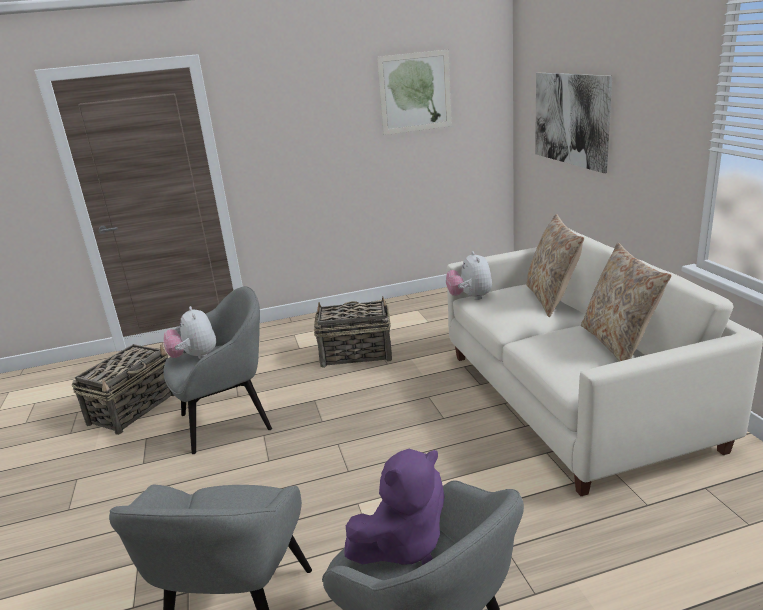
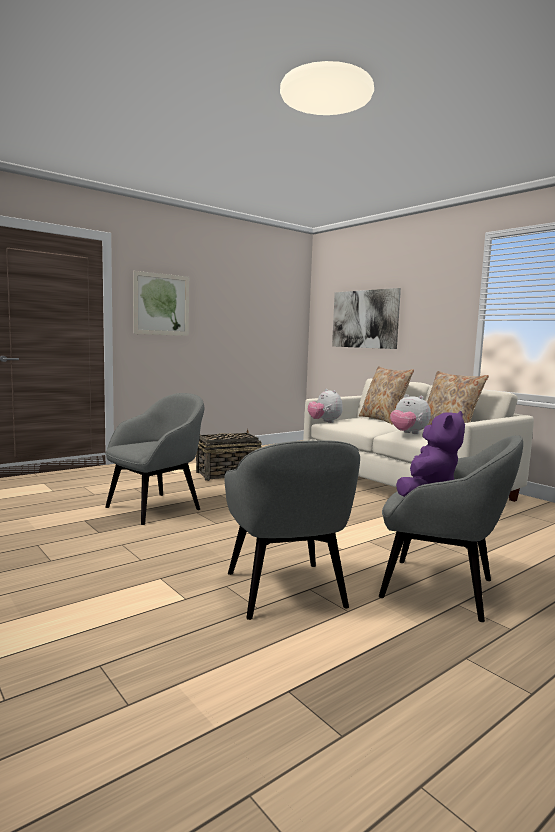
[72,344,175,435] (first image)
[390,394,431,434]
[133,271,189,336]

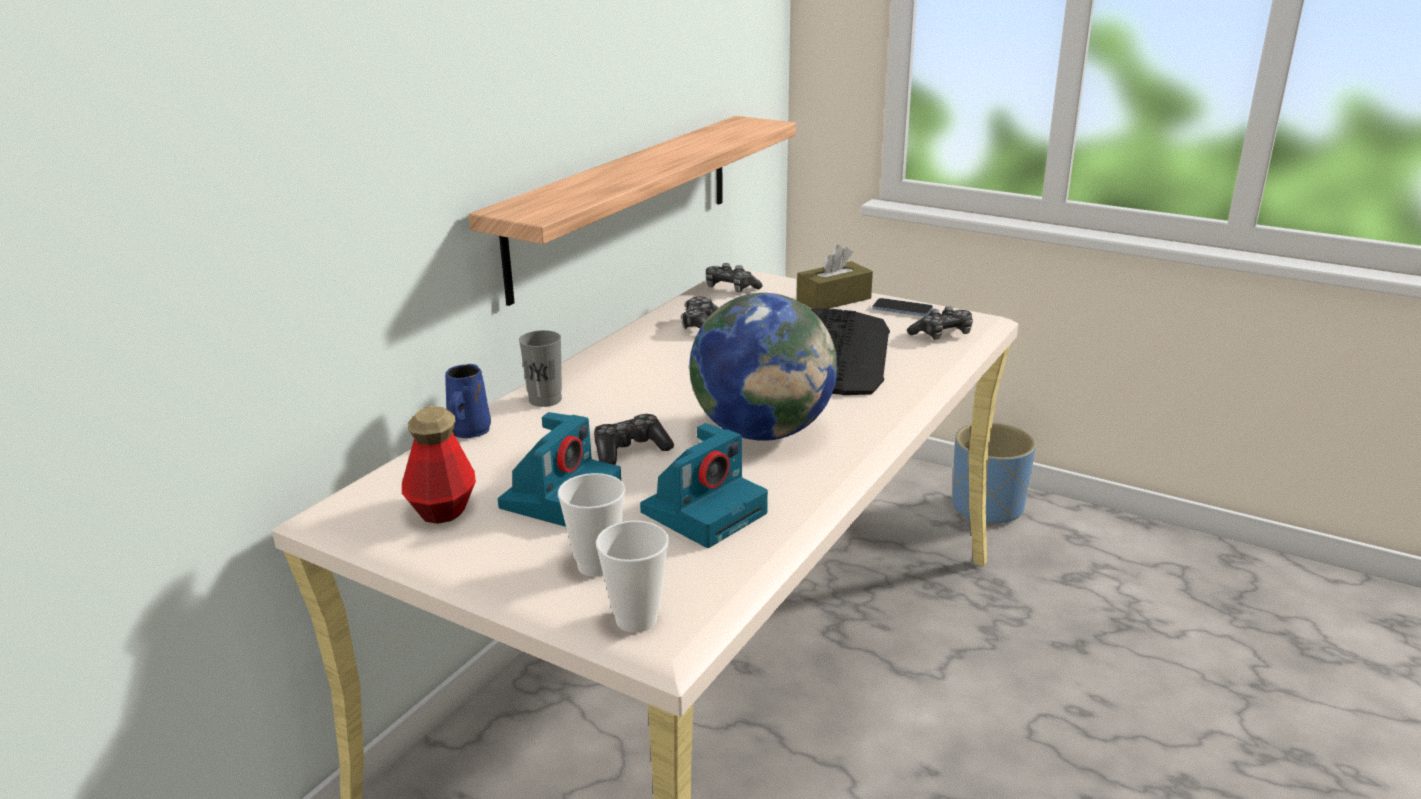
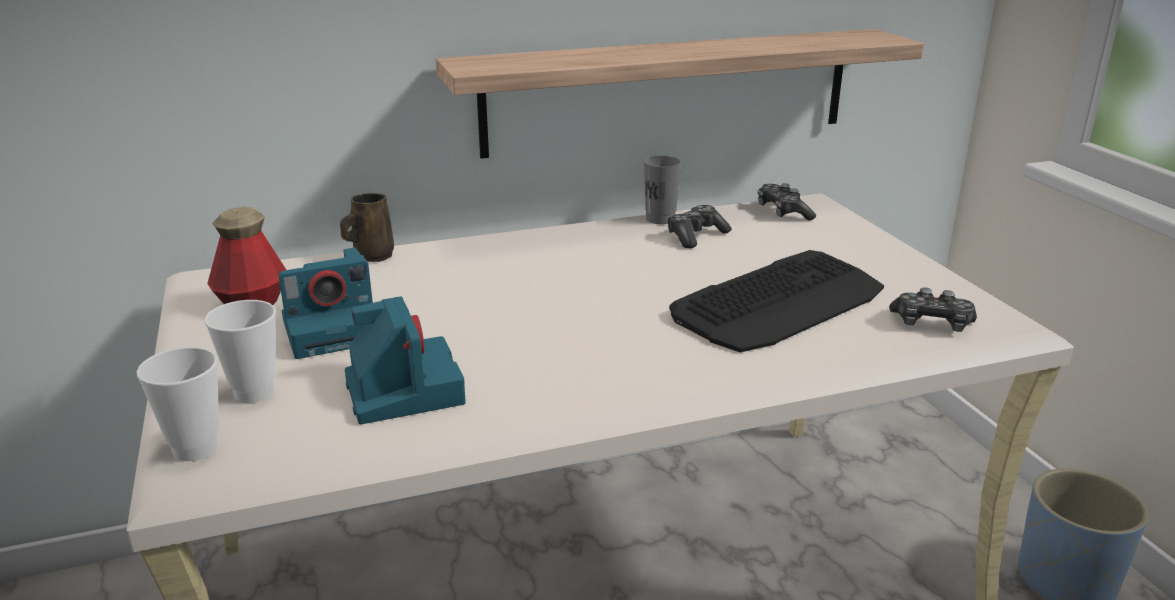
[594,414,674,465] (first image)
[689,293,837,441] (first image)
[797,245,873,309] (first image)
[872,298,933,317] (first image)
[644,156,681,224]
[340,193,394,262]
[345,296,466,424]

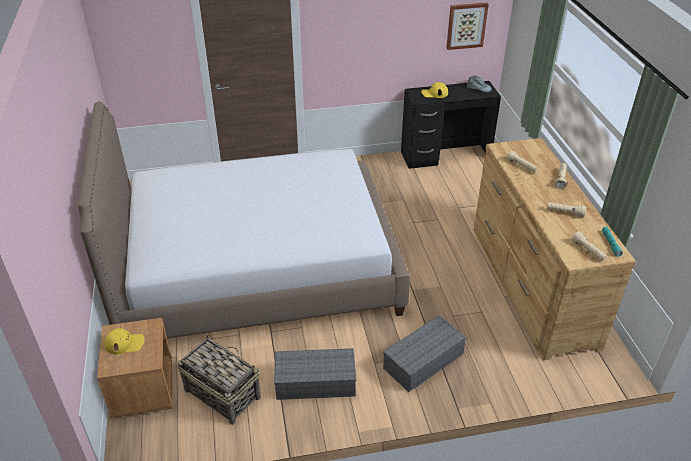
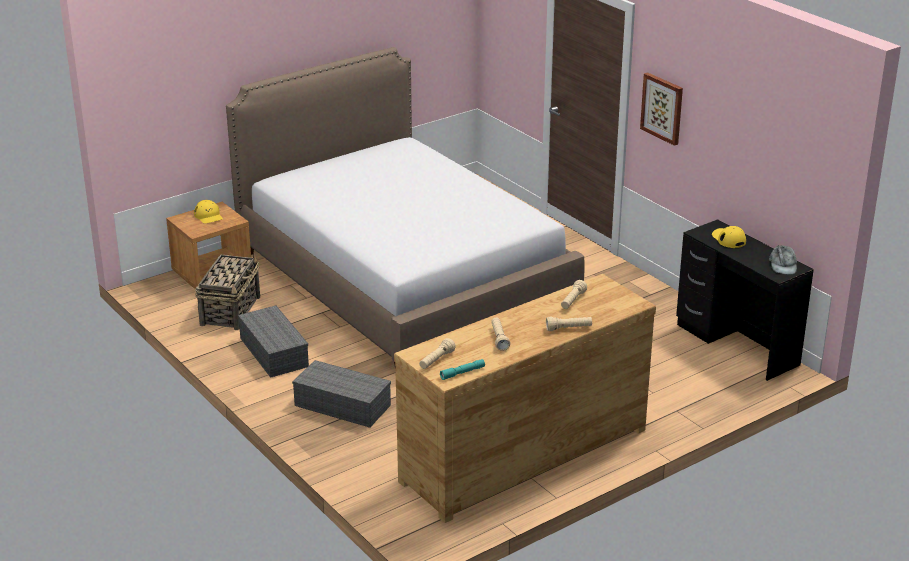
[640,72,683,146]

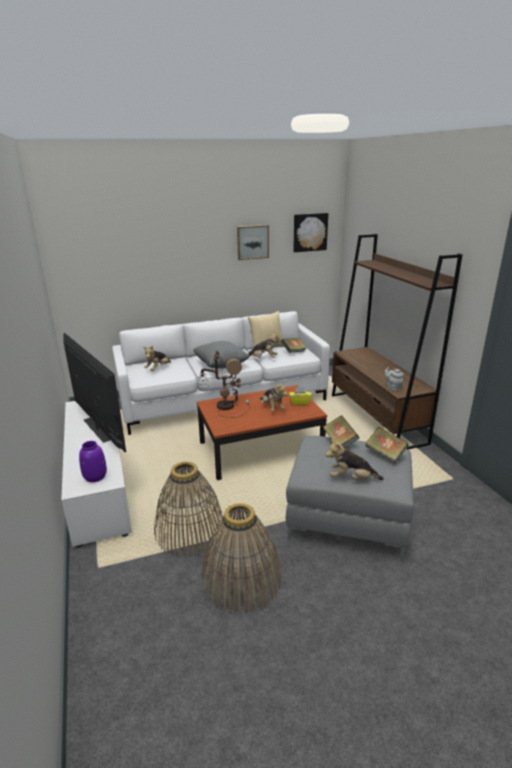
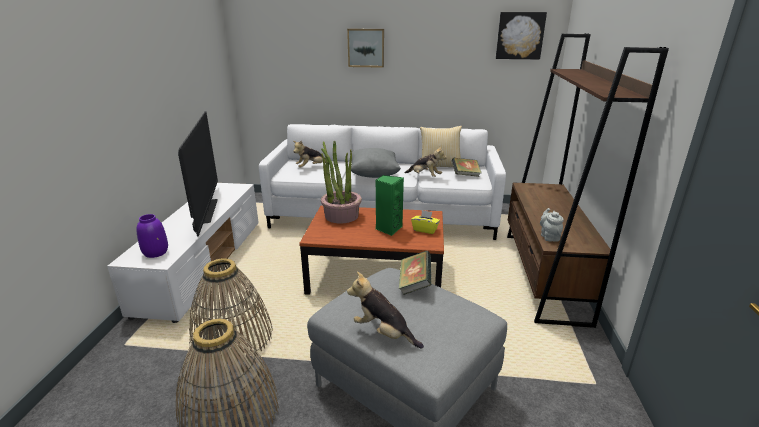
[365,427,408,464] (first image)
[347,29,384,68]
[321,141,362,224]
[376,175,404,236]

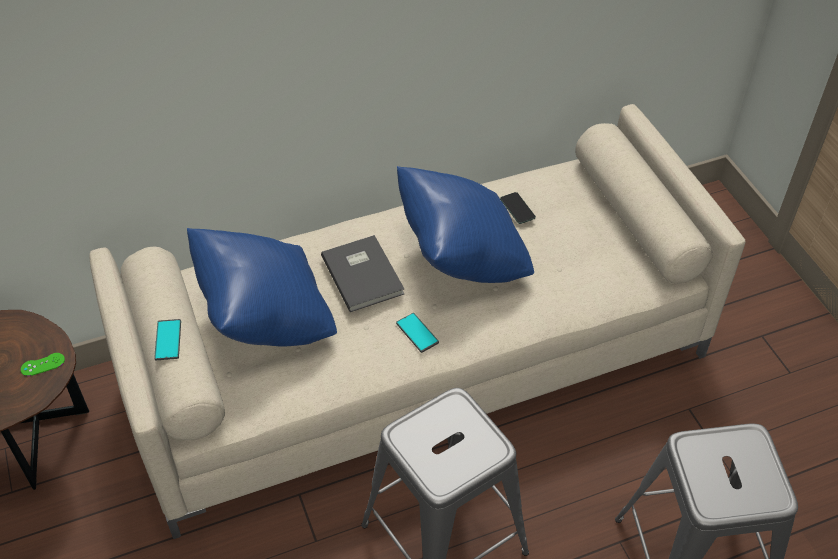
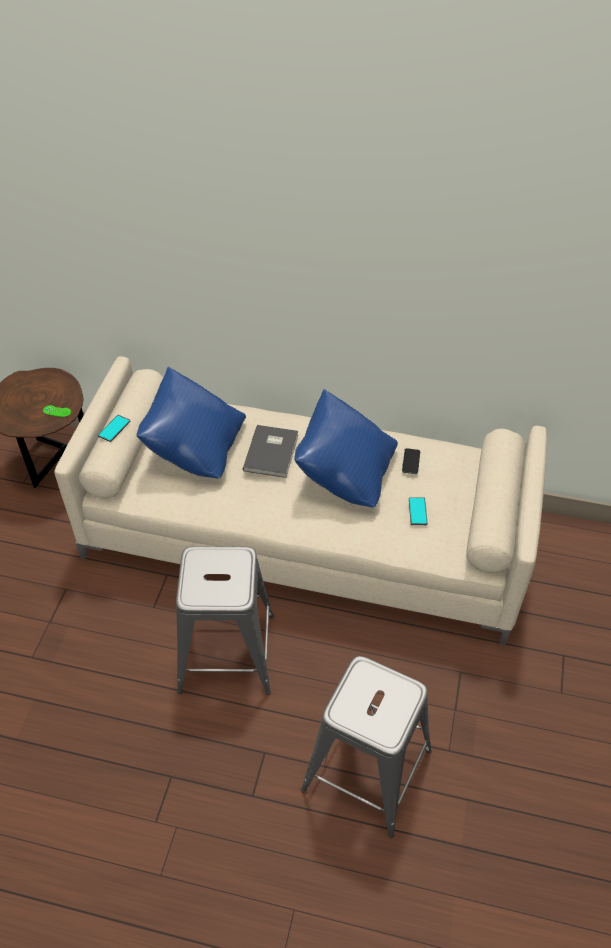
[409,497,428,525]

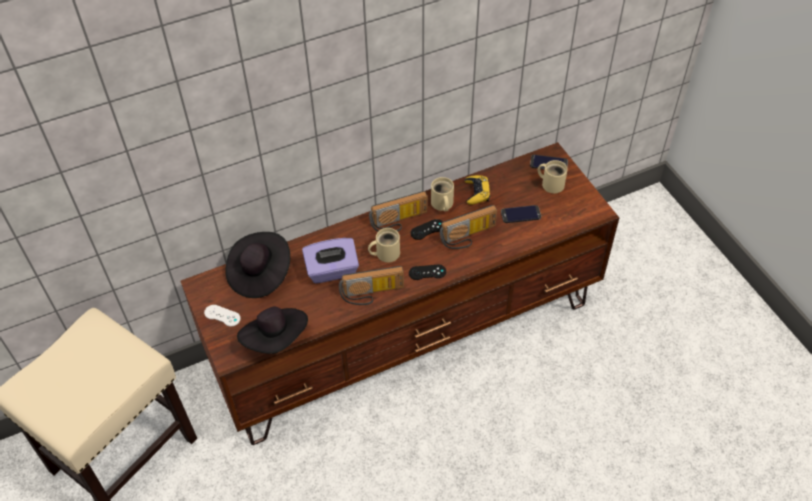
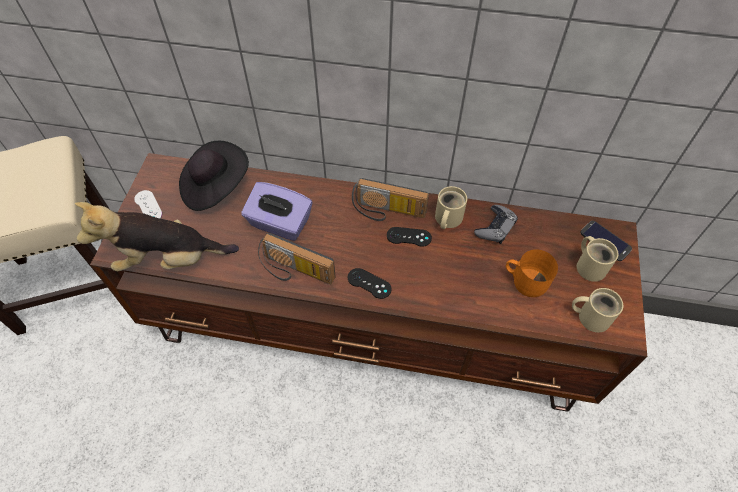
[440,205,497,249] (first image)
[572,288,623,332]
[75,202,239,271]
[506,250,558,297]
[474,205,518,244]

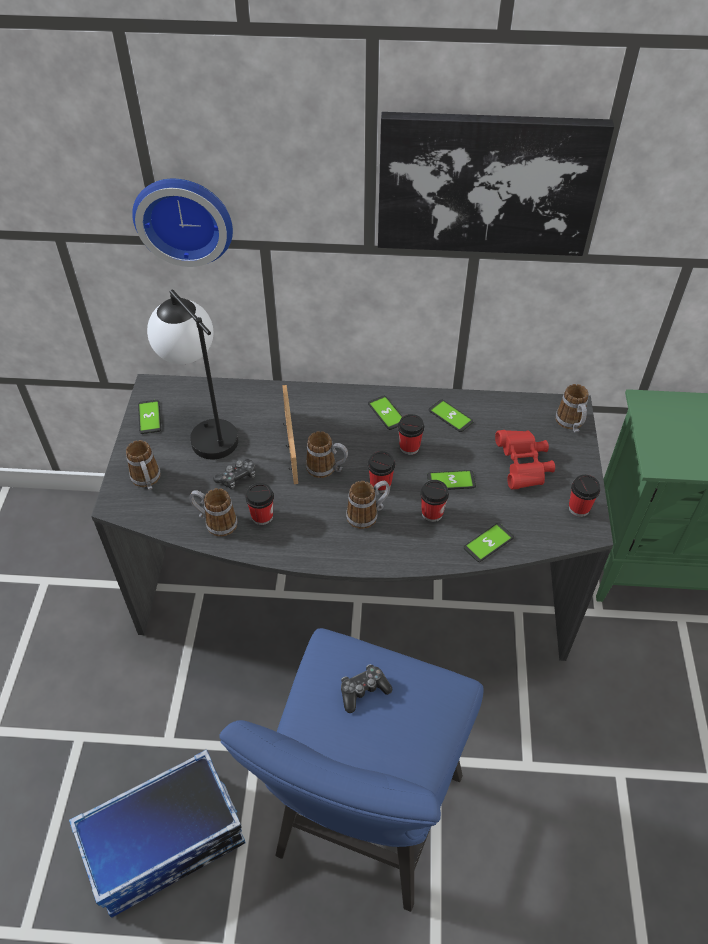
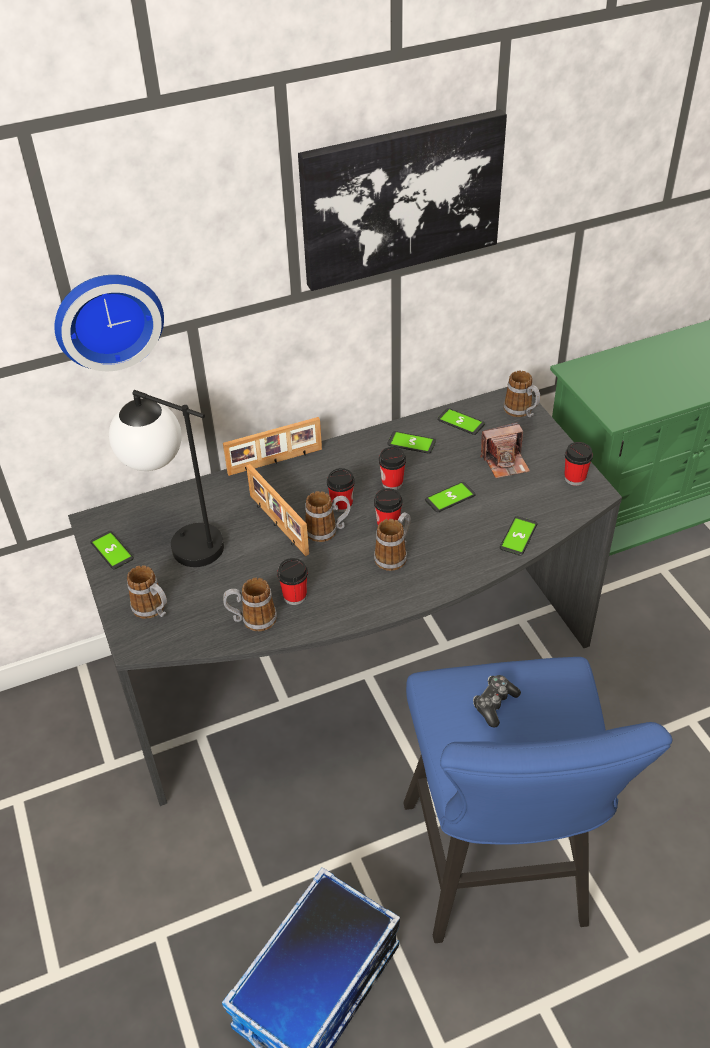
[213,459,255,489] (first image)
[223,417,322,476]
[437,408,485,435]
[327,468,355,512]
[481,422,530,478]

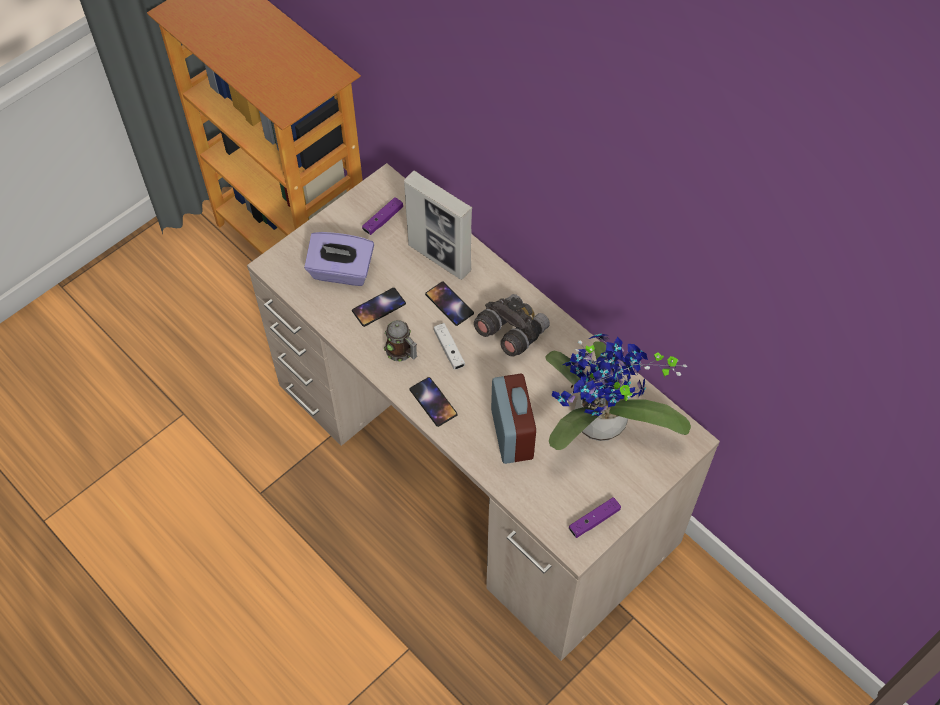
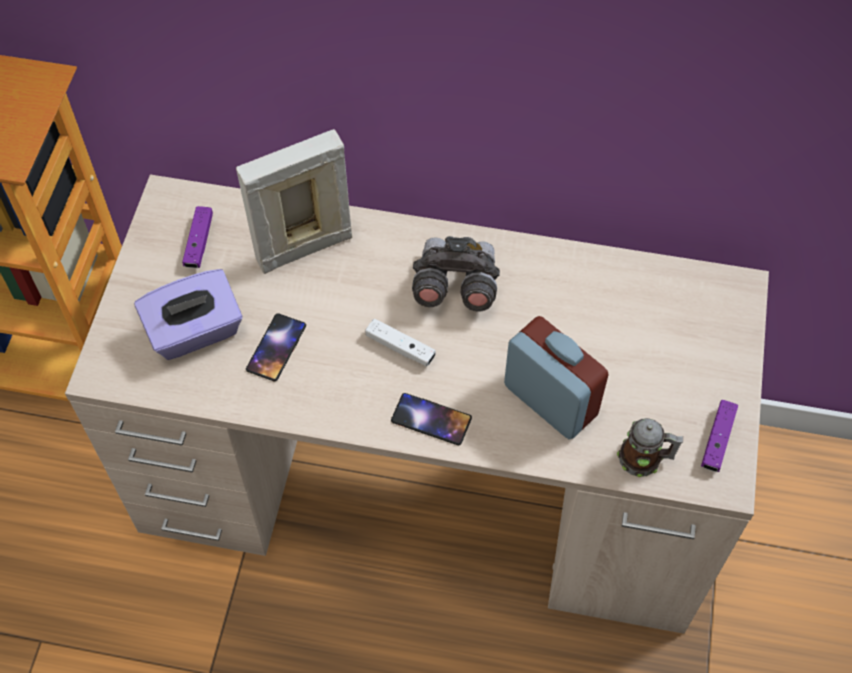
[425,282,474,326] (first image)
[545,334,691,450] (first image)
[617,418,683,477]
[236,129,352,274]

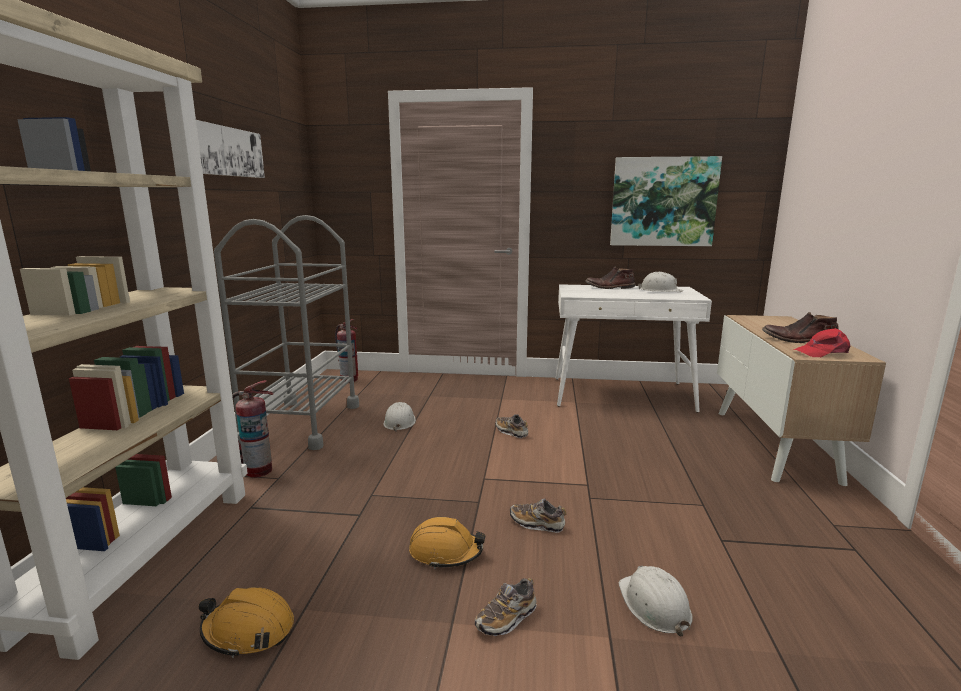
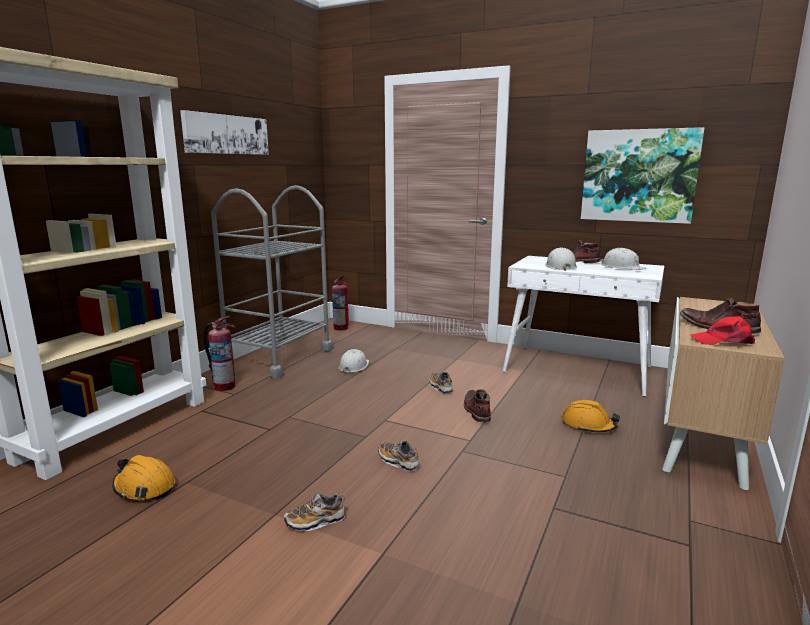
[464,389,491,422]
[561,400,620,432]
[545,247,577,271]

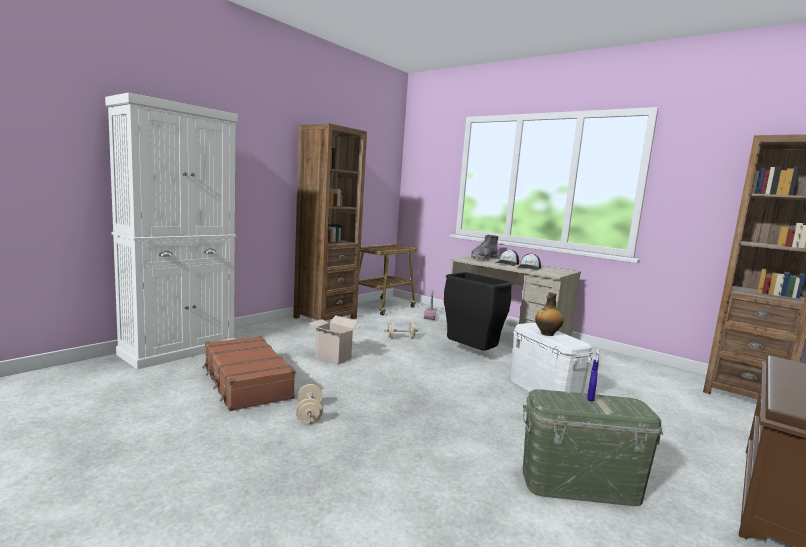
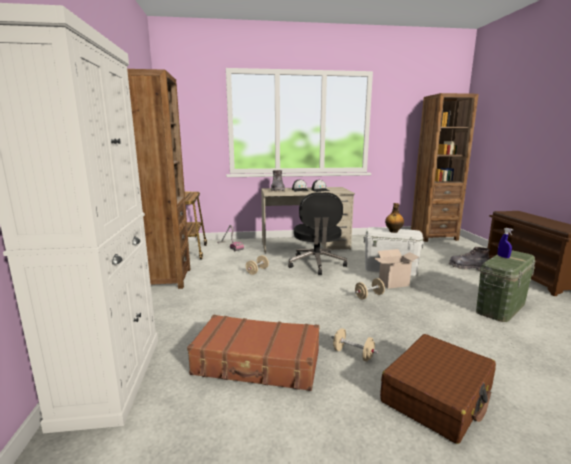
[355,278,385,300]
[380,334,496,444]
[449,247,490,271]
[374,249,419,289]
[288,192,347,275]

